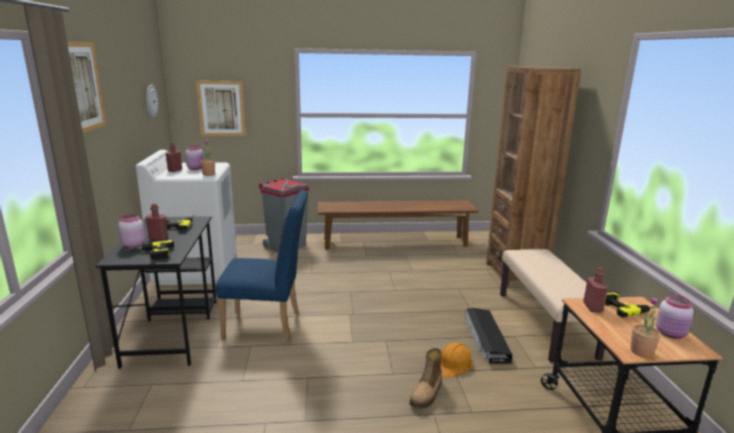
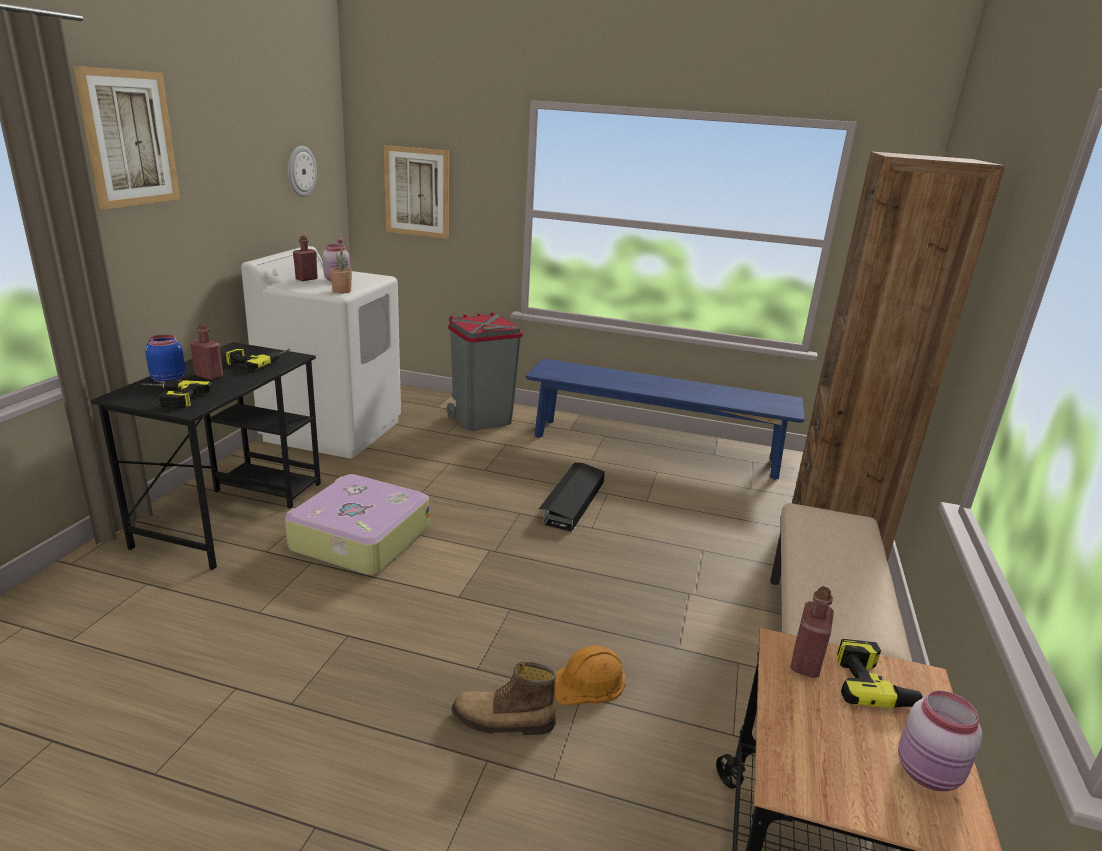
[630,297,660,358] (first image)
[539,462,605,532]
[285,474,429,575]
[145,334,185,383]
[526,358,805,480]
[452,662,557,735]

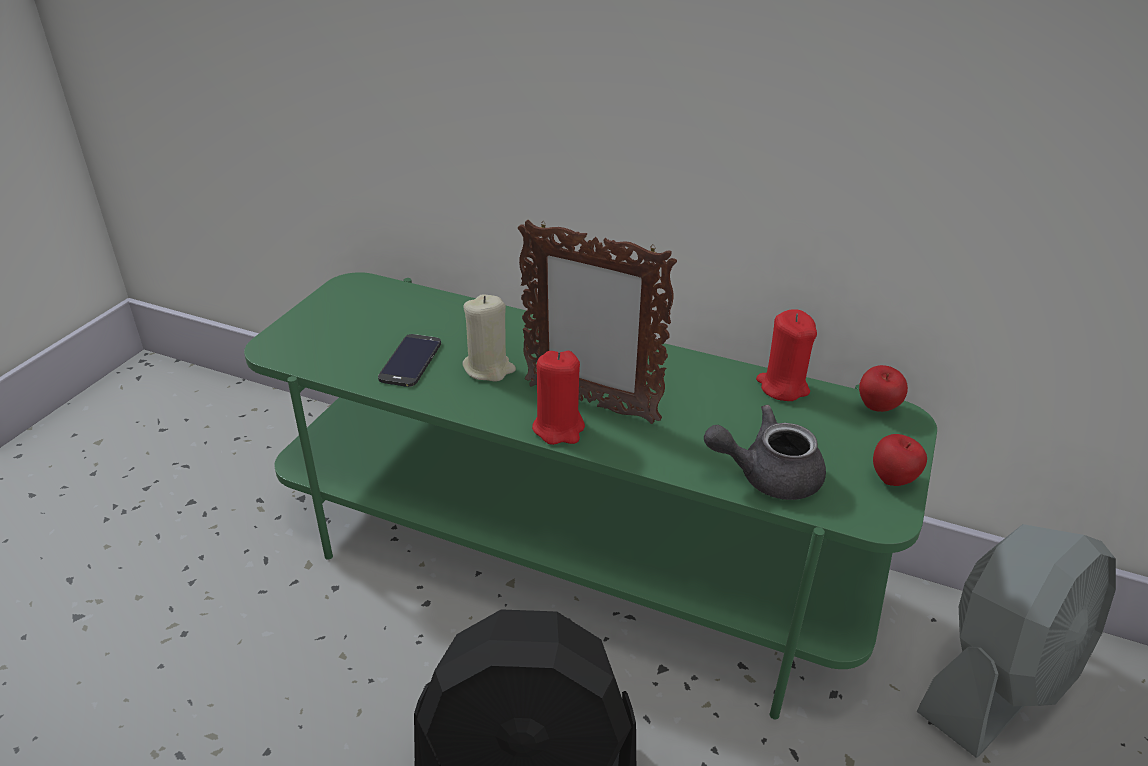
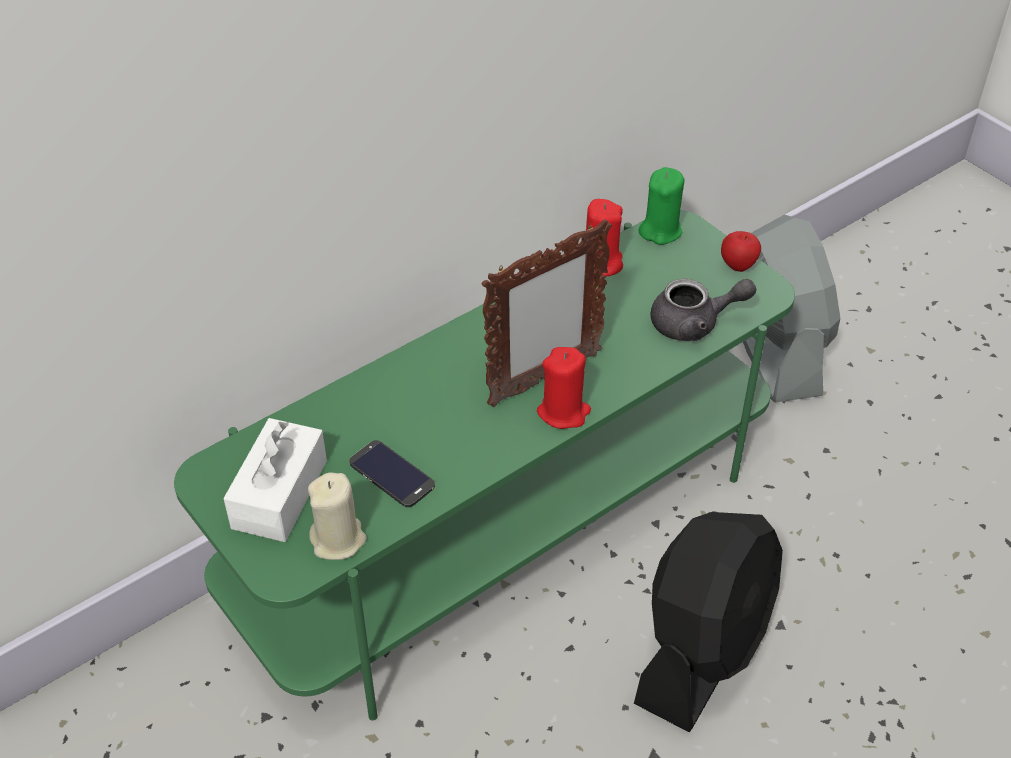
[223,418,327,542]
[308,472,366,560]
[638,167,685,245]
[651,279,756,341]

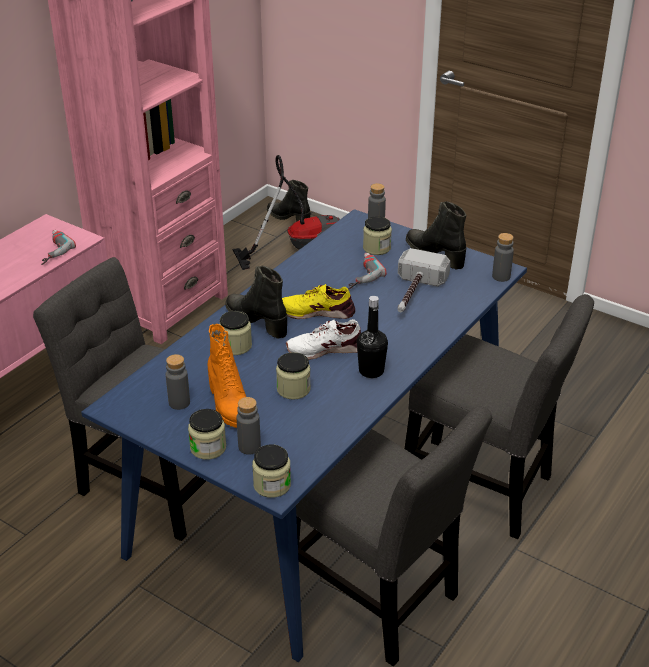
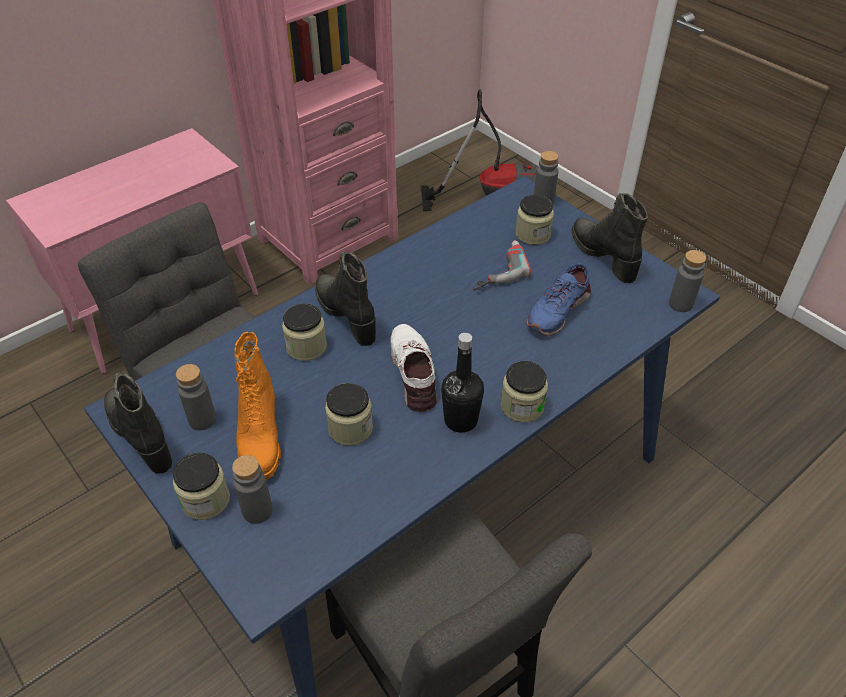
[41,230,76,265] (first image)
[282,284,355,319] (first image)
[405,294,594,539] (first image)
[501,361,548,422]
[104,372,172,474]
[526,263,591,336]
[390,324,437,412]

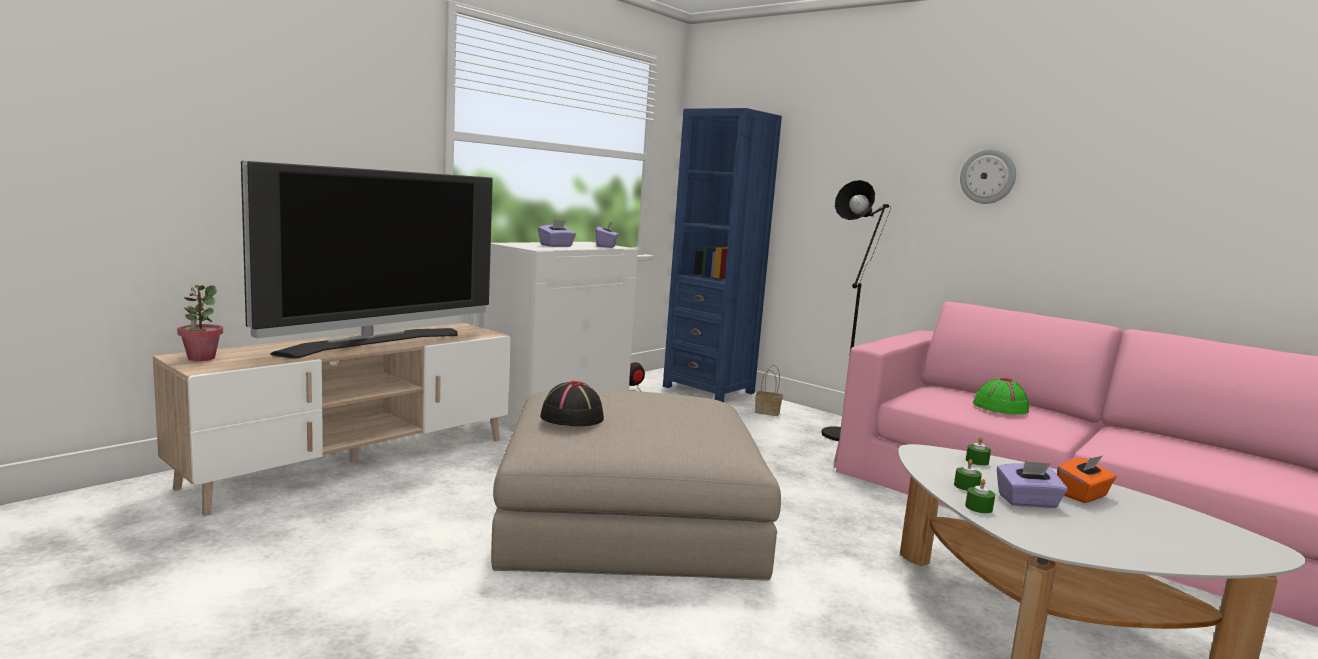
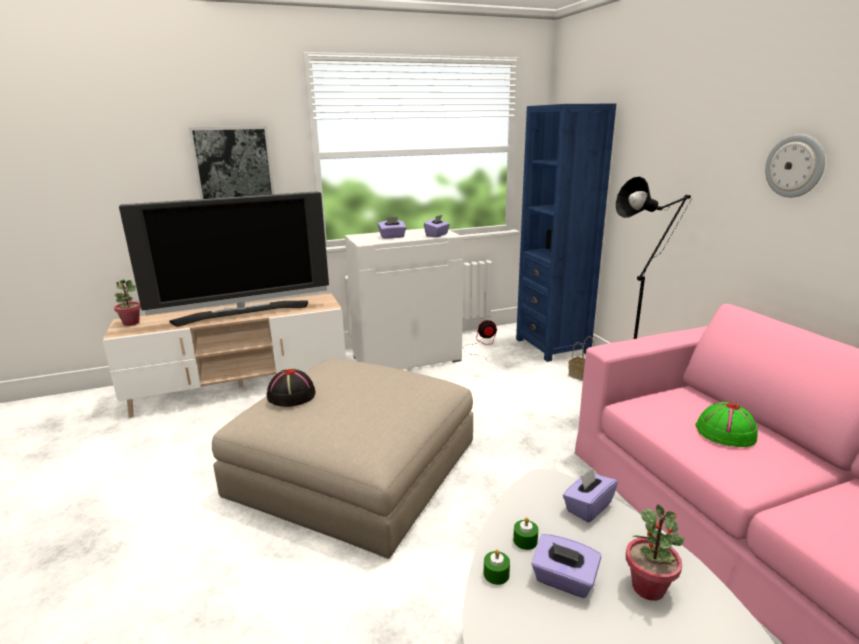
[189,126,275,199]
[563,467,618,522]
[626,504,684,601]

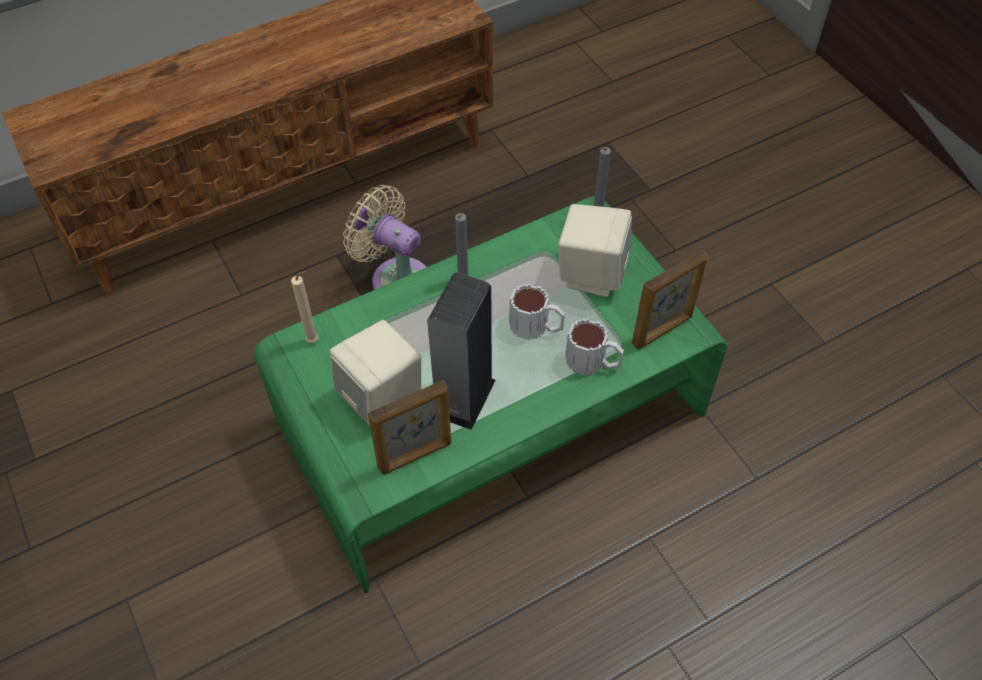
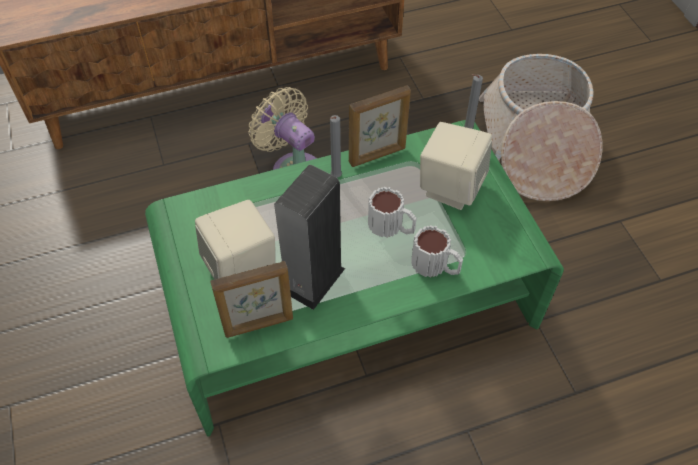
[291,271,318,343] (first image)
[479,54,602,201]
[349,86,411,167]

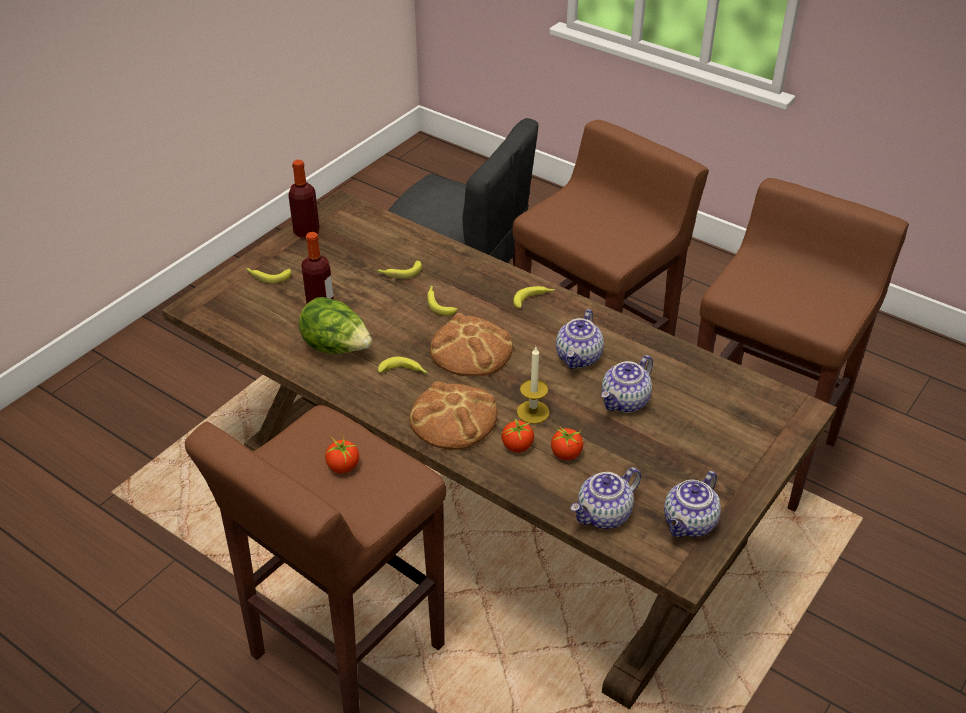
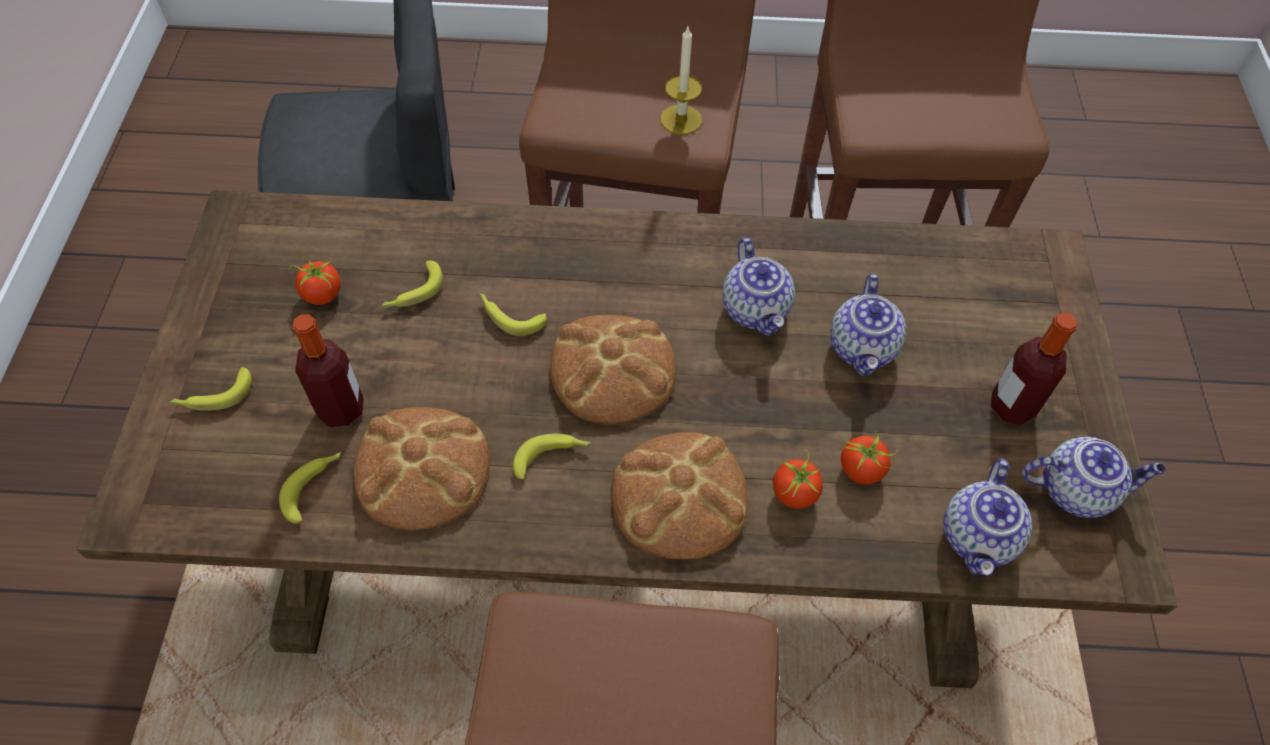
[991,312,1077,425]
[289,254,341,305]
[279,452,341,524]
[660,27,702,135]
[353,407,490,530]
[1022,437,1166,518]

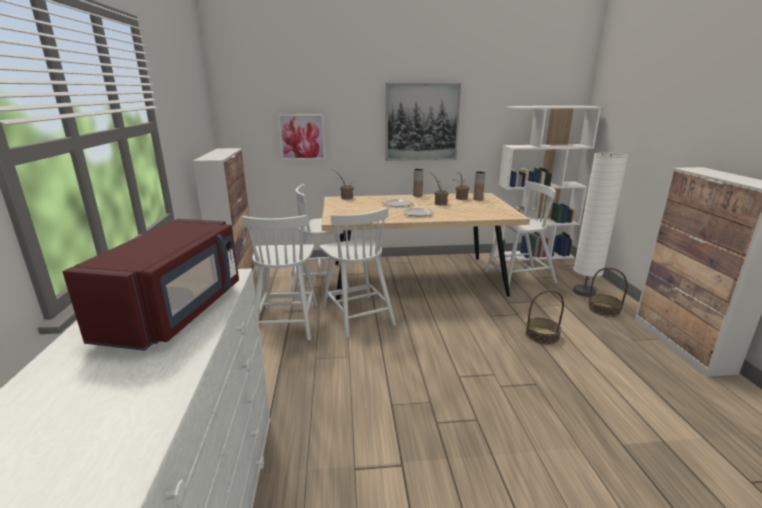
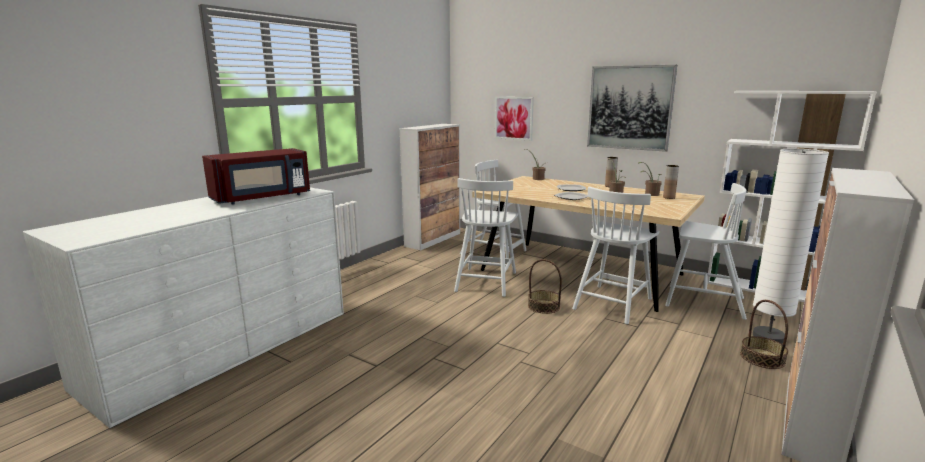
[572,187,659,324]
[528,259,562,314]

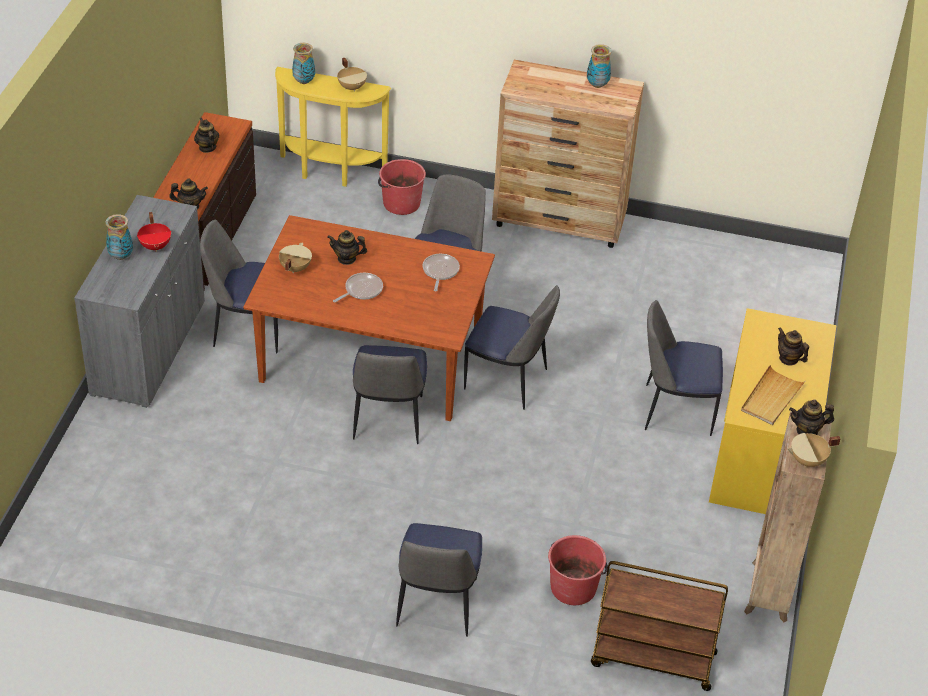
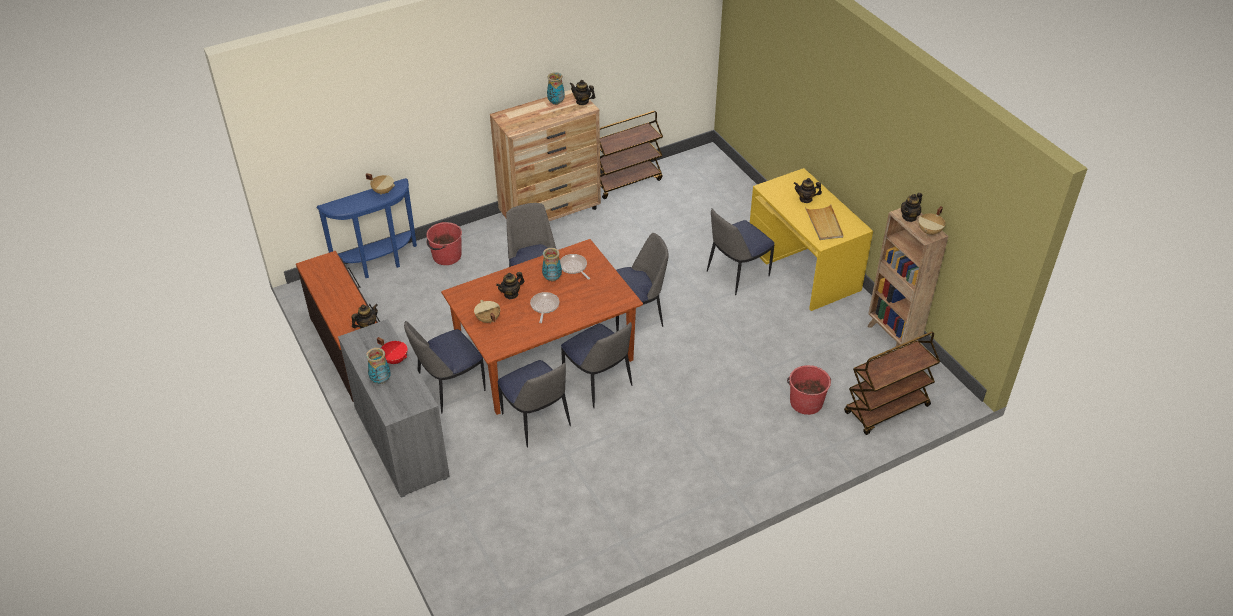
[600,111,663,199]
[570,80,595,105]
[542,248,562,281]
[497,360,571,448]
[316,178,417,278]

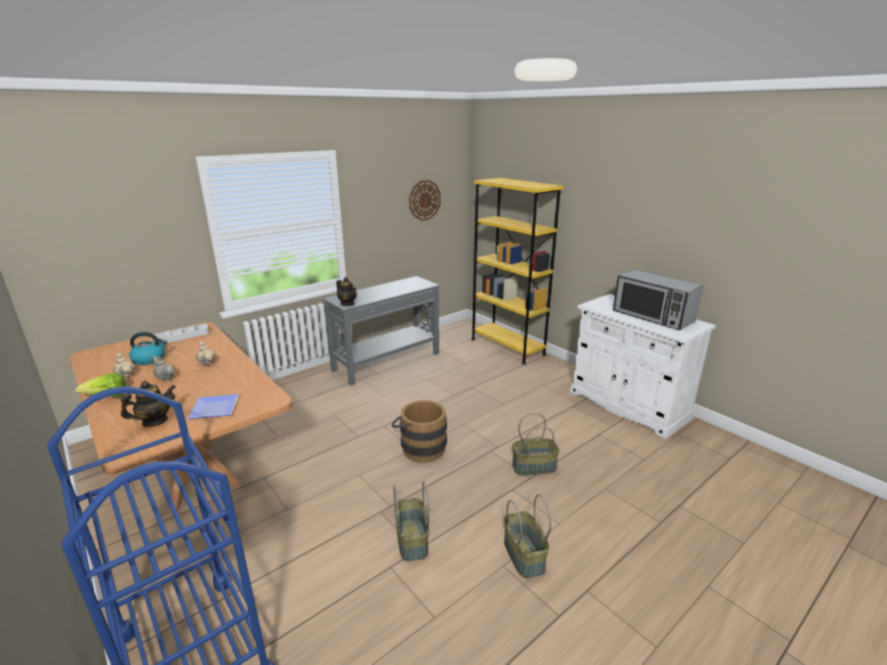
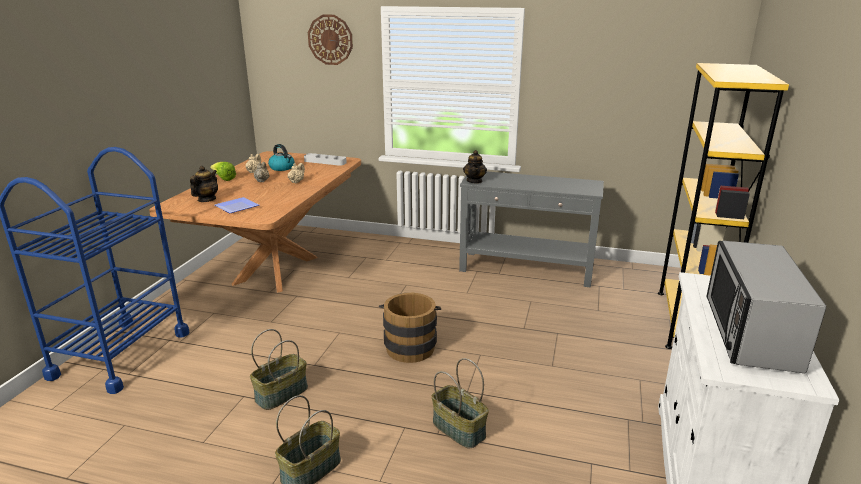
[308,14,353,65]
[190,166,218,202]

